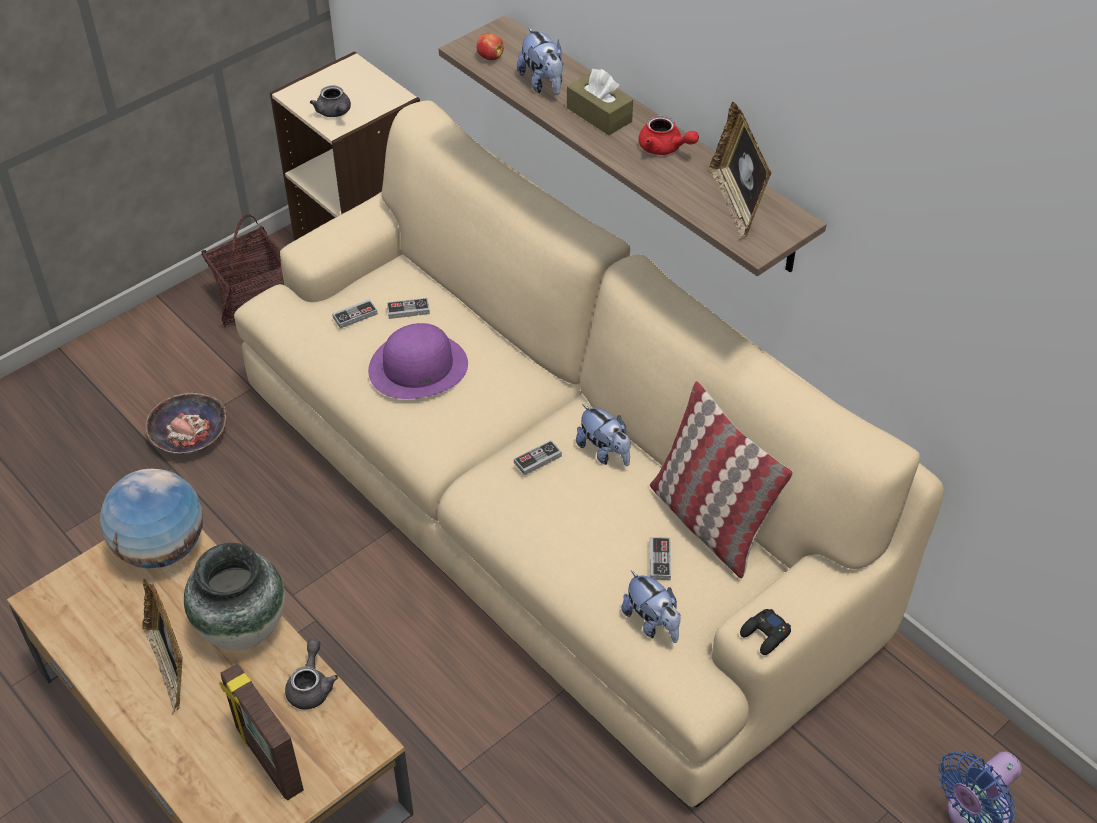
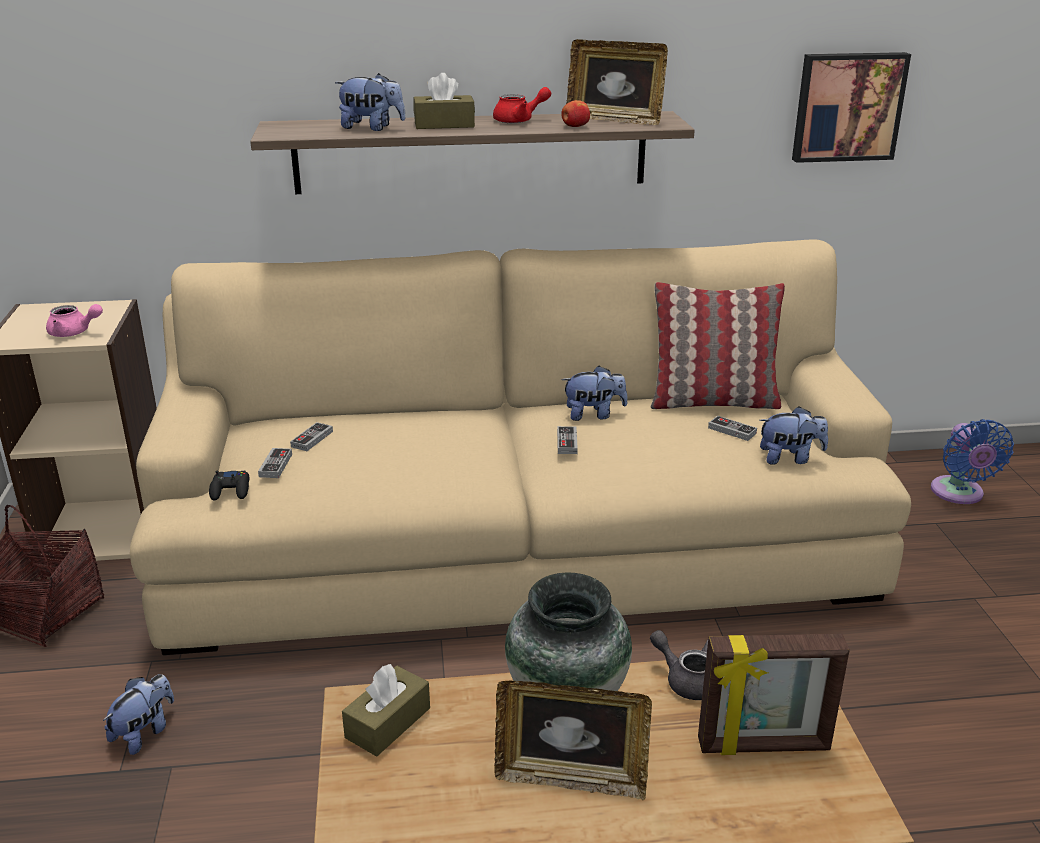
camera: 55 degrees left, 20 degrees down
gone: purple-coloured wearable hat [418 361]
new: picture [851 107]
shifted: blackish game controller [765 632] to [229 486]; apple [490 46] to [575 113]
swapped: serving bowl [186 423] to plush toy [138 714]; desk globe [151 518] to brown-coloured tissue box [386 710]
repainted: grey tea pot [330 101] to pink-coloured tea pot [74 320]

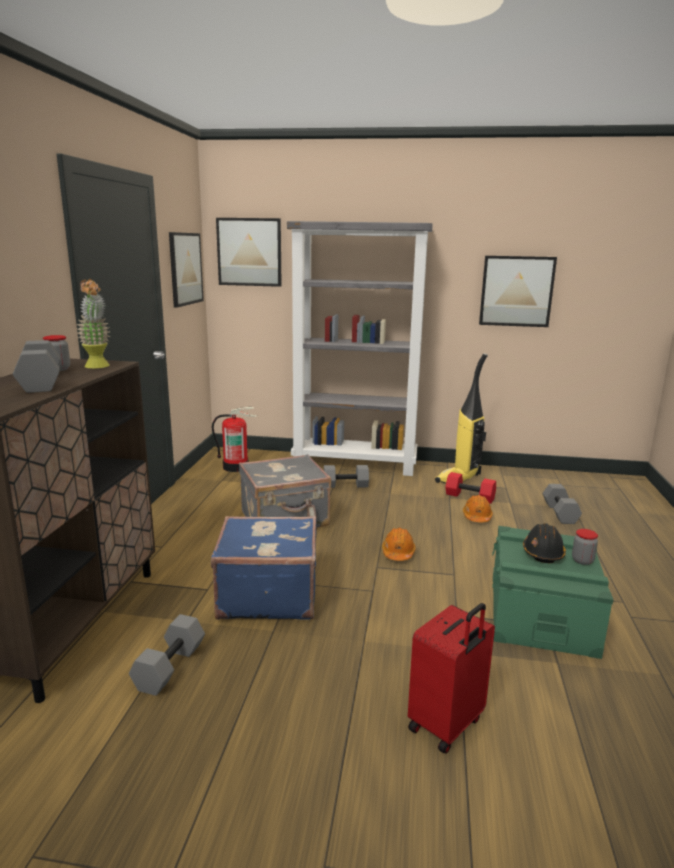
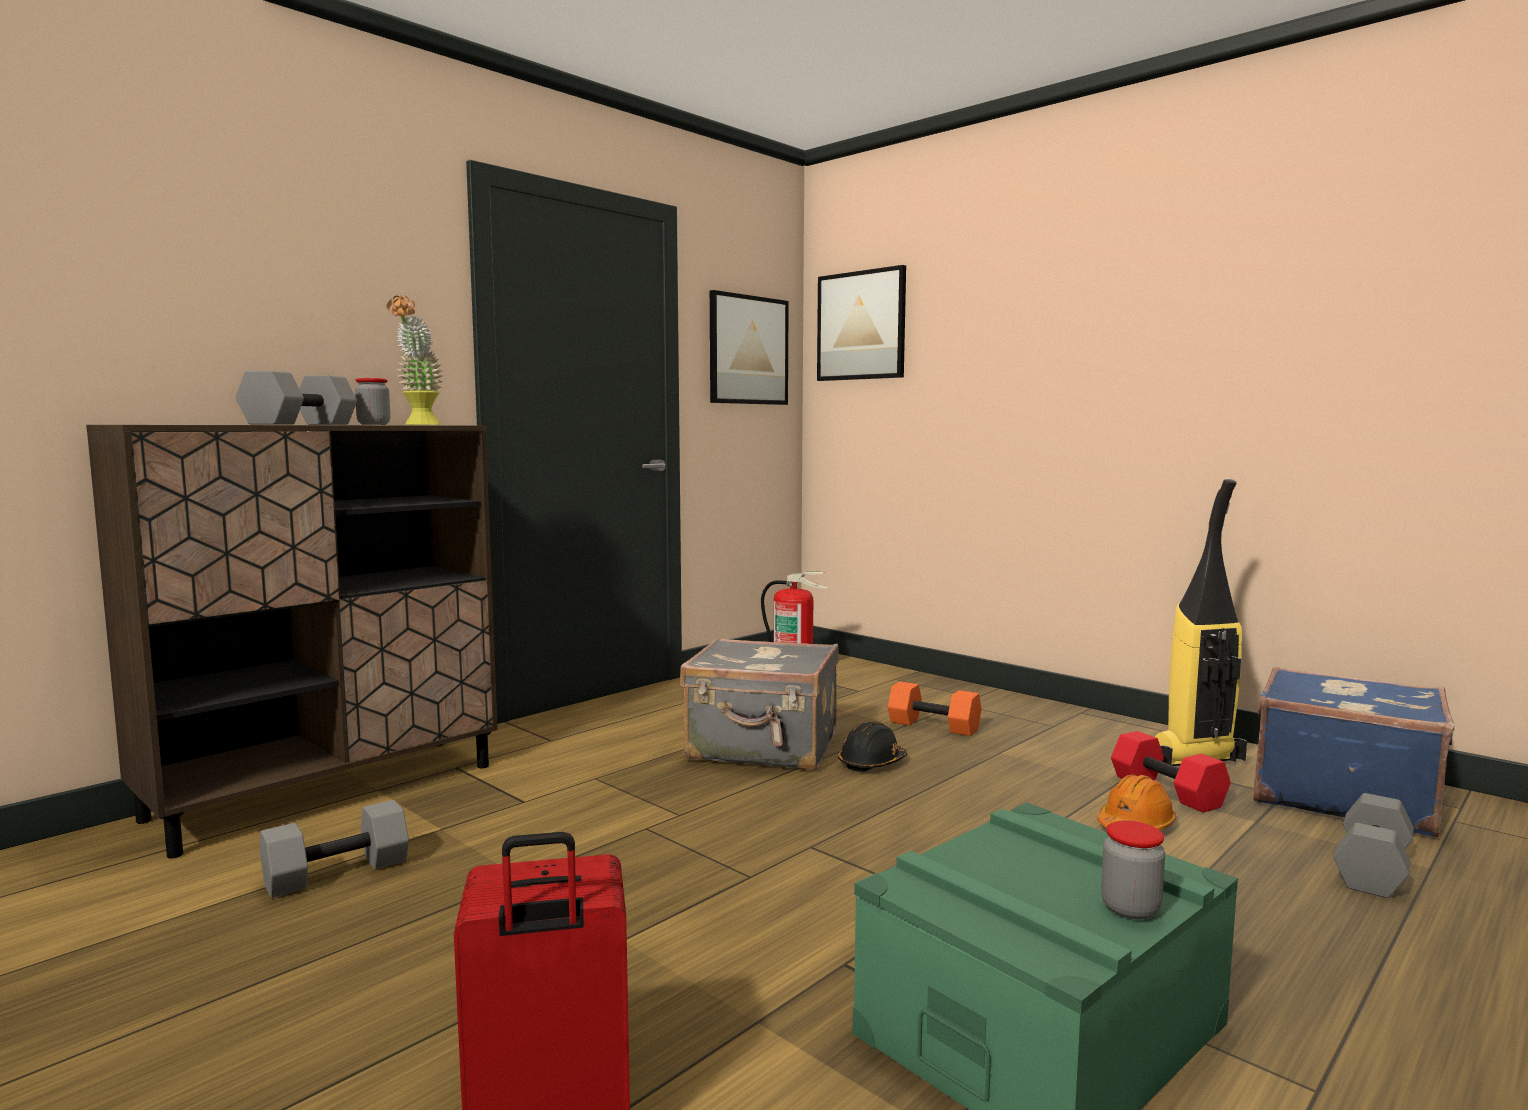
camera: 35 degrees right, 10 degrees down
gone: grey bookcase [360 348]; orange hard hat [399 544]; picture [518 291]
shifted: blackish hard hat [544 543] to [872 747]; blue suitcase [264 568] to [1353 752]
repainted: grey dumbbell [346 476] to orange dumbbell [934 708]

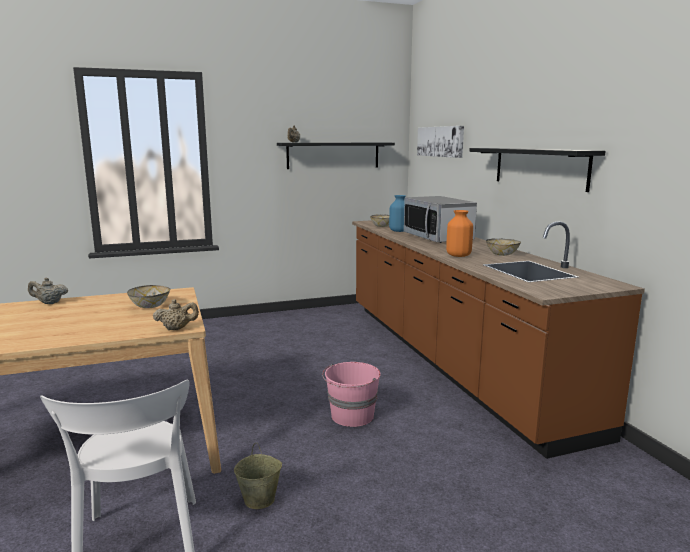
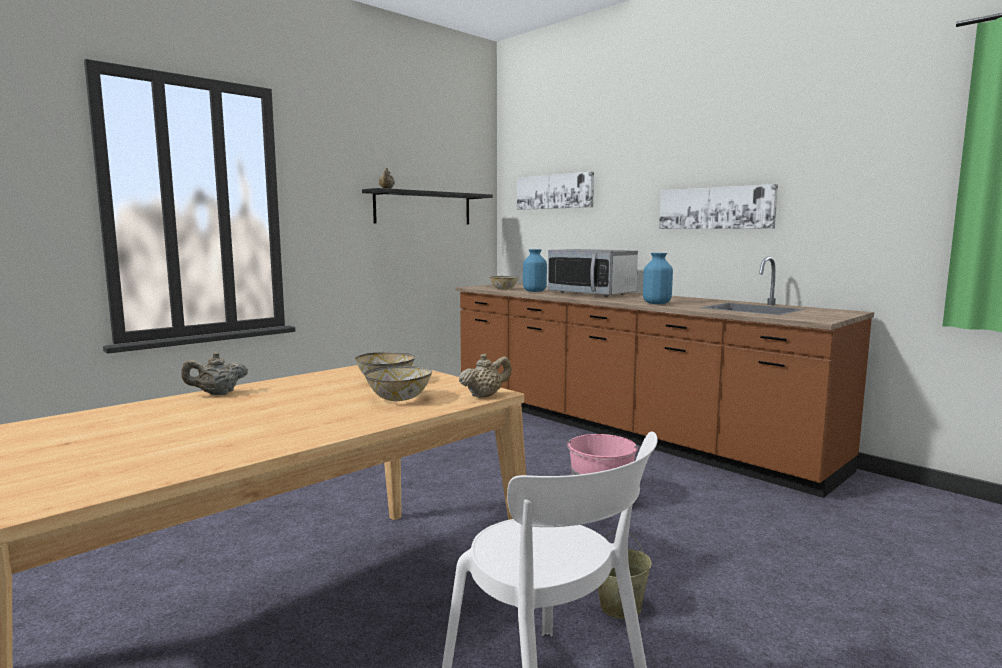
camera: 25 degrees left, 5 degrees down
shifted: serving bowl [503 247] to [398 383]
swapped: blackish bracket shelf [537 170] to picture [718 206]
repainted: orange flower vase [459 233] to blue flower vase [658 278]

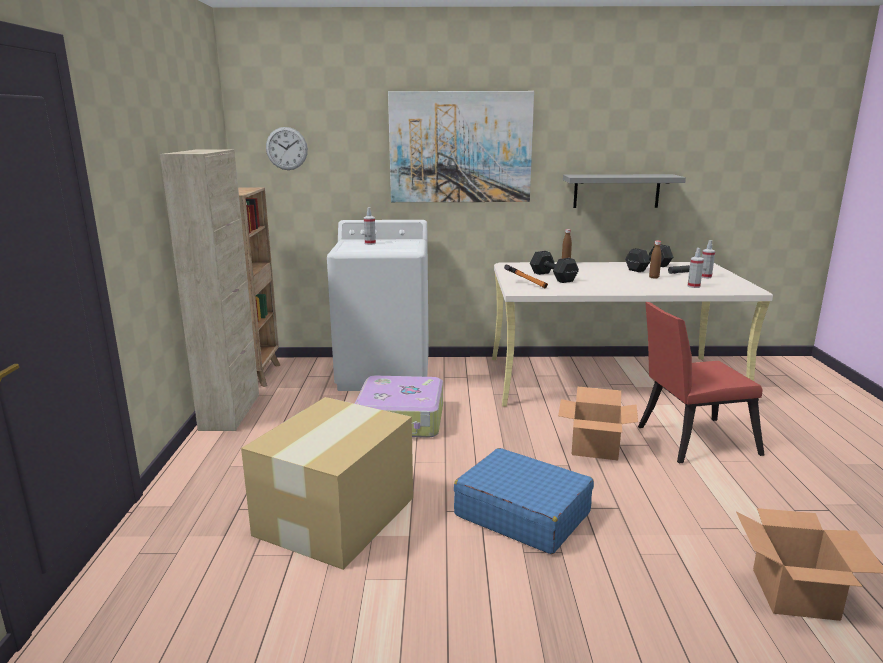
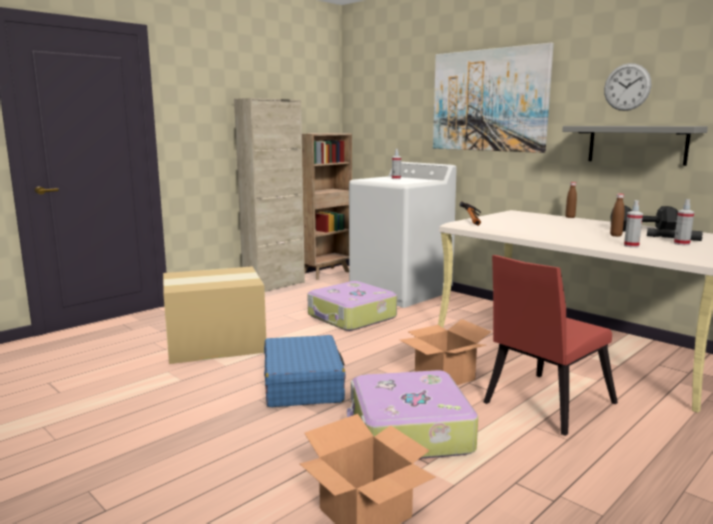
camera: 45 degrees right, 5 degrees down
gone: blackish dumbbell [554 267]
new: suitcase [412 414]
shifted: wall clock [287 148] to [627 87]
rotated: red-coloured chair [701 382] = [550 345] 75 degrees counterclockwise

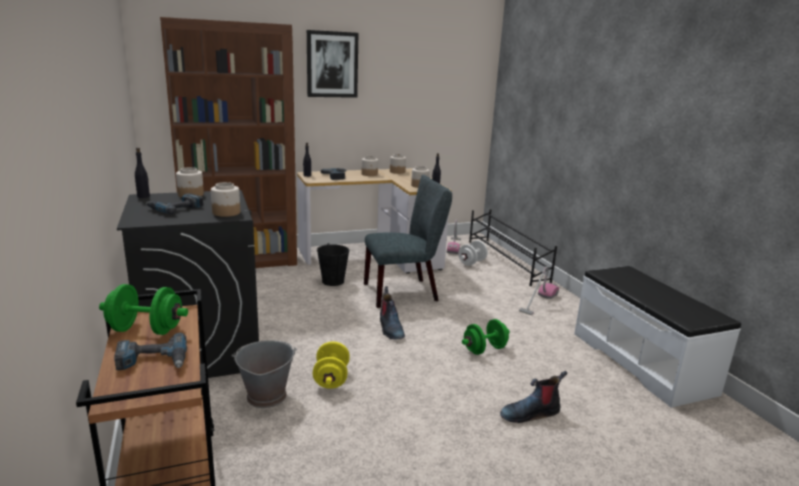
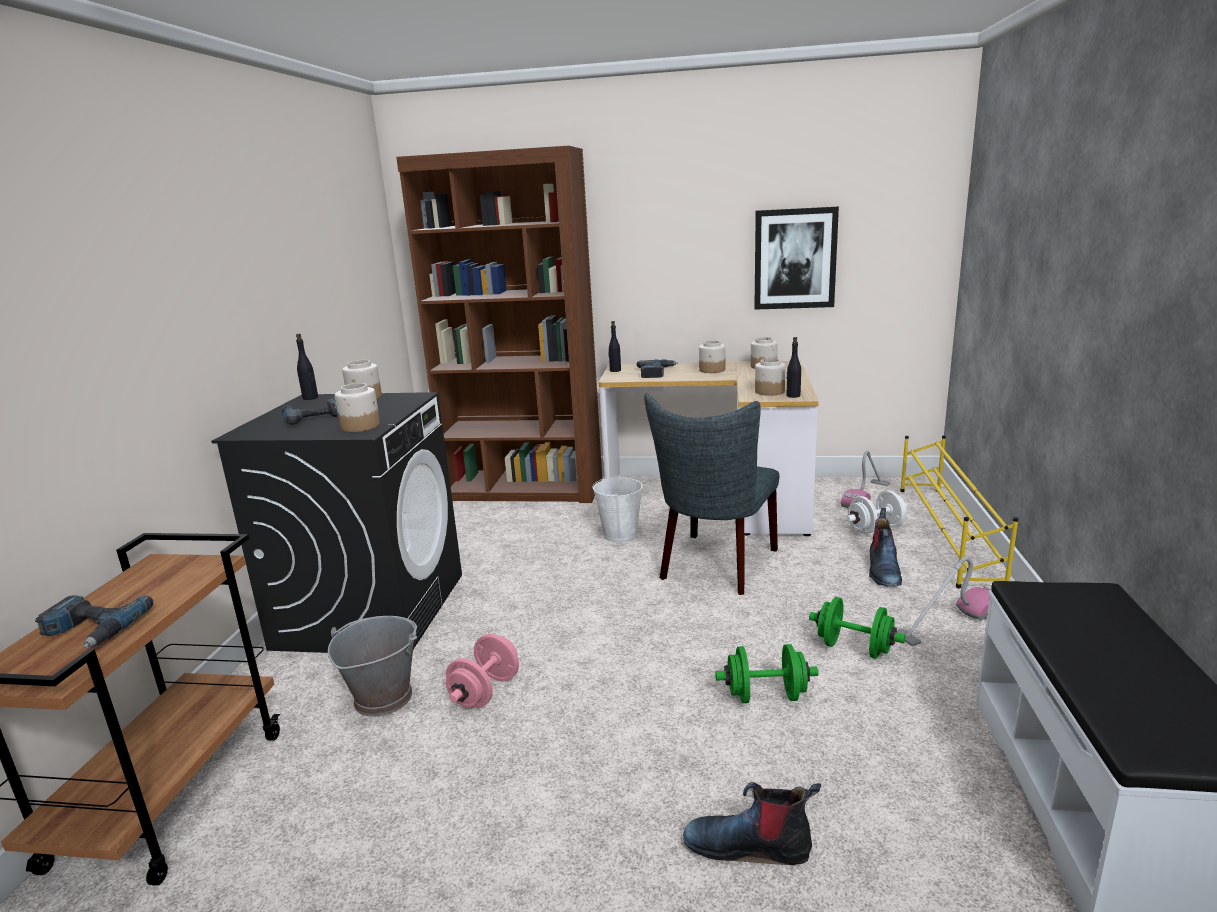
camera: 30 degrees right, 0 degrees up
shifted: picture [332 64] to [796 258]; greenish dumbbell [143 309] to [857 628]; high-top boot [392 313] to [885 547]
repainted: yellow dumbbell [331 365] to pink-coloured dumbbell [482 671]; blackish bucket [333 264] to white bucket [618 508]; blackish shoe stand [513 247] to yellow shoe stand [959 512]
rotated: grey chair [408 241] = [711 494] 105 degrees clockwise

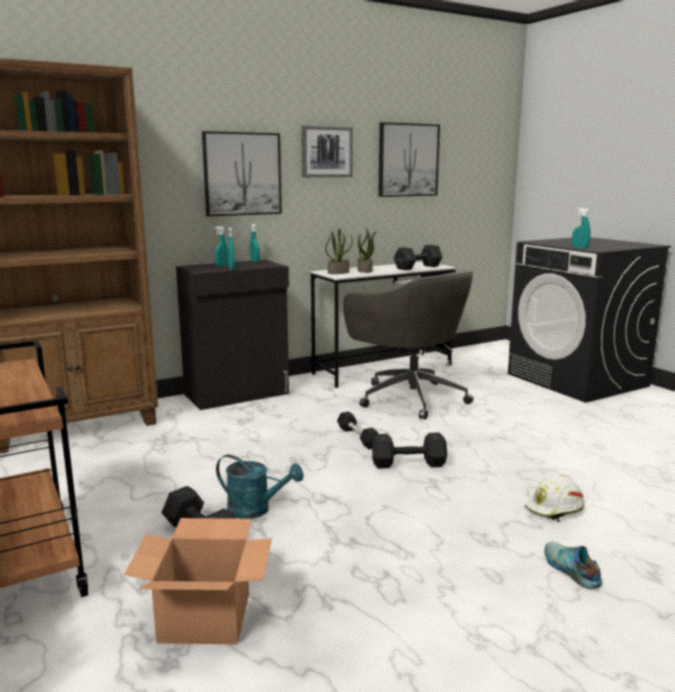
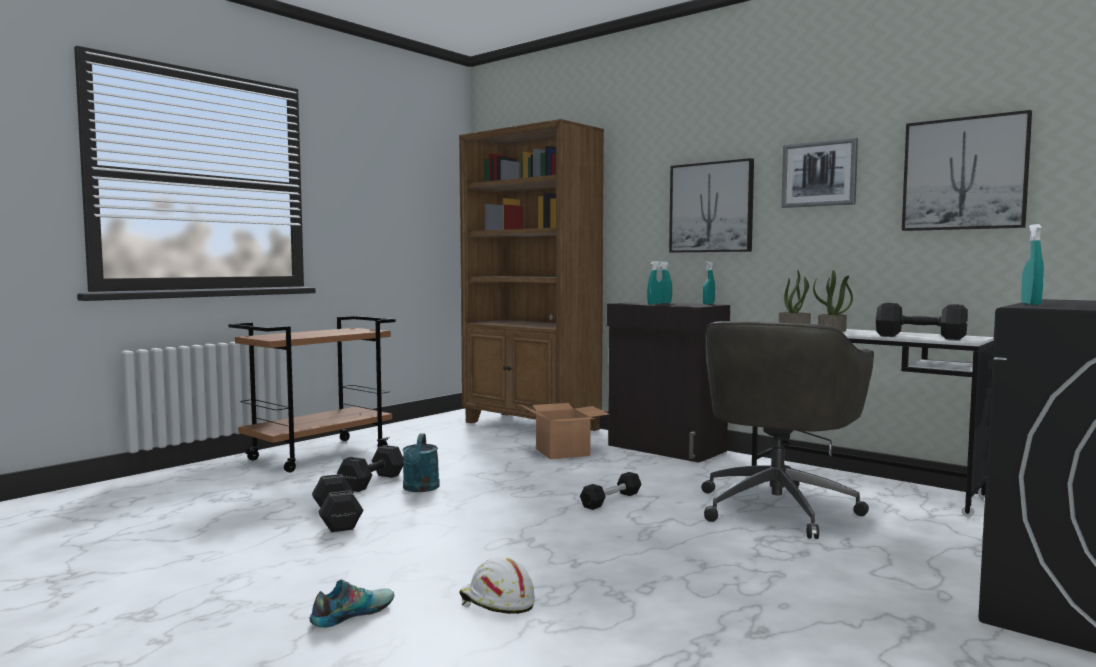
camera: 70 degrees right, 10 degrees down
shifted: blackish dumbbell [409 451] to [337 503]; carton [198 581] to [564 431]

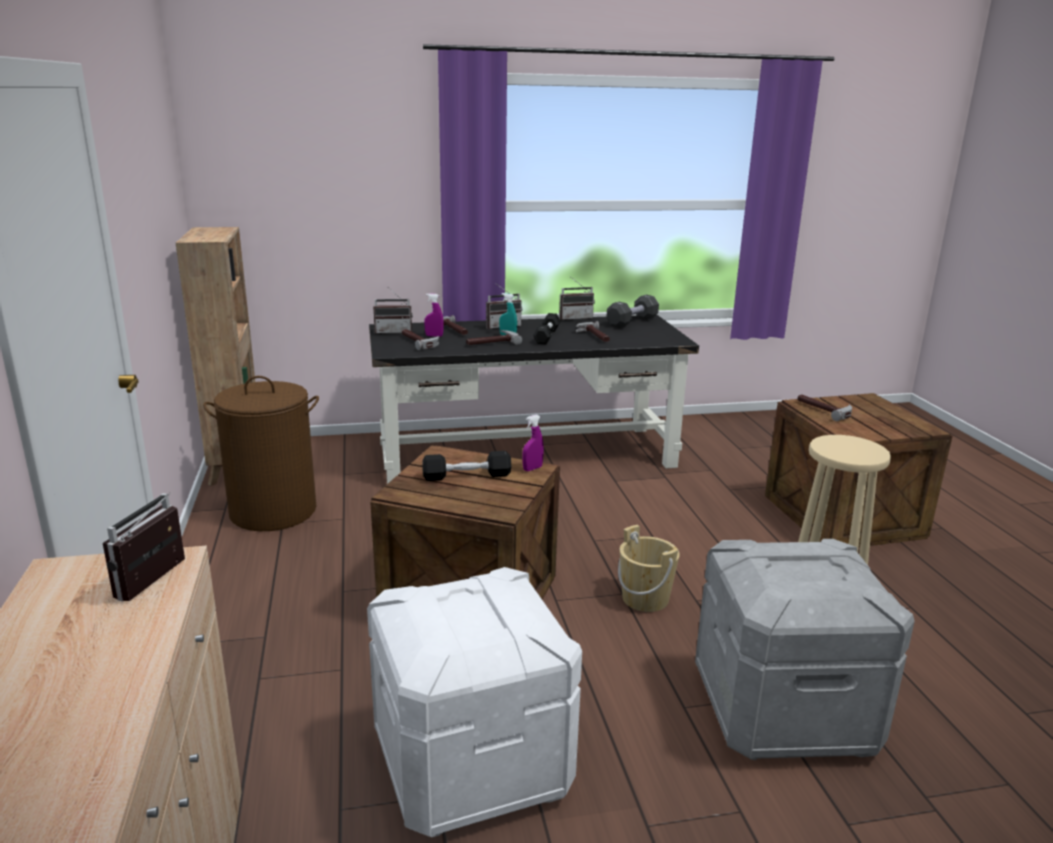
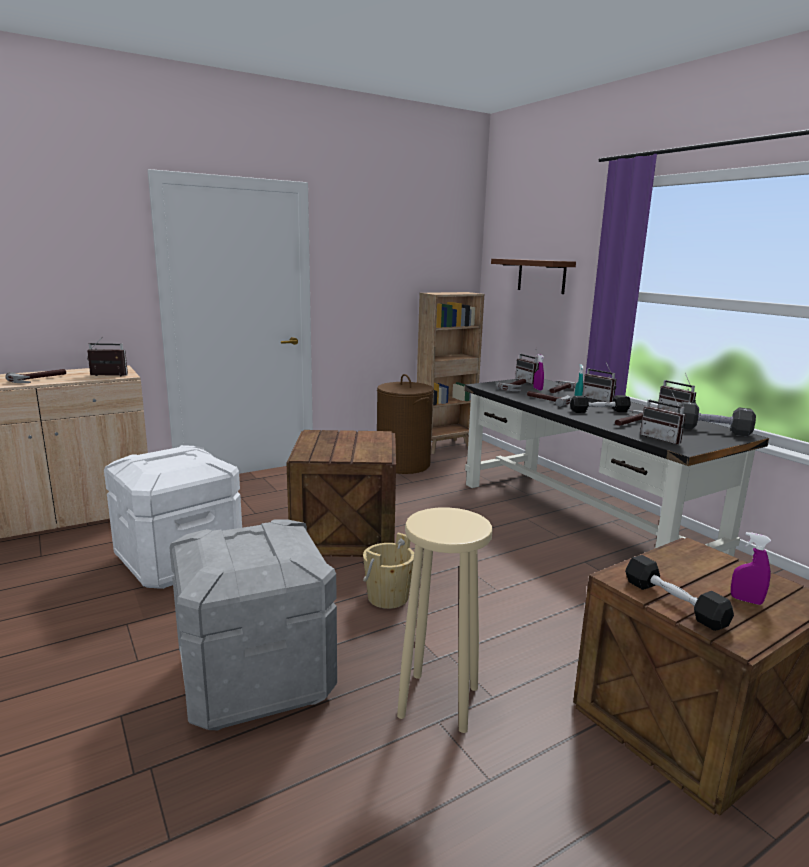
camera: 70 degrees right, 5 degrees down
new: brown-coloured bracket shelf [533 276]; radio set [663 419]
shifted: hammer [824 407] to [35 376]; blackish dumbbell [466 466] to [679 593]; purple-coloured sprayer [533 442] to [751 568]

